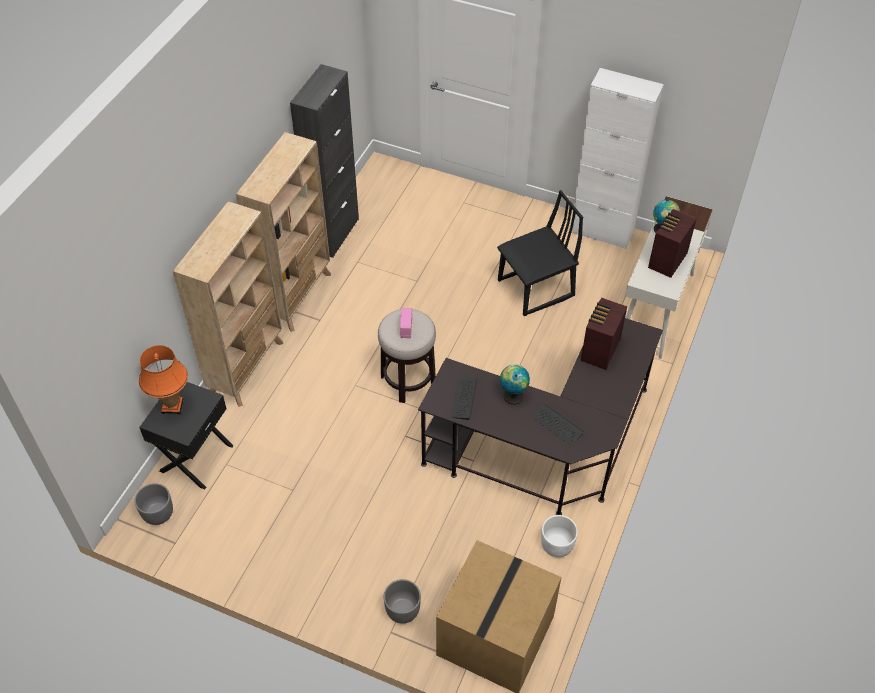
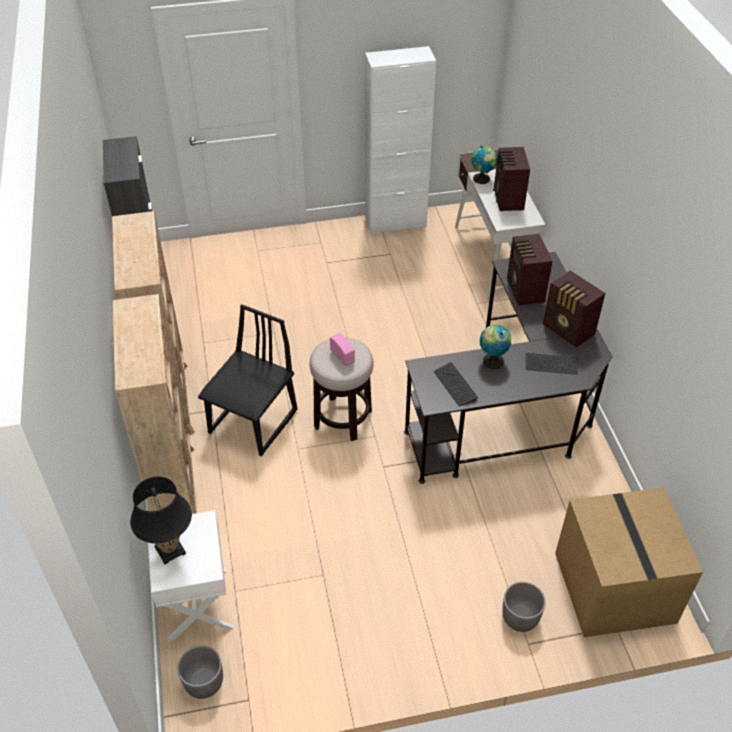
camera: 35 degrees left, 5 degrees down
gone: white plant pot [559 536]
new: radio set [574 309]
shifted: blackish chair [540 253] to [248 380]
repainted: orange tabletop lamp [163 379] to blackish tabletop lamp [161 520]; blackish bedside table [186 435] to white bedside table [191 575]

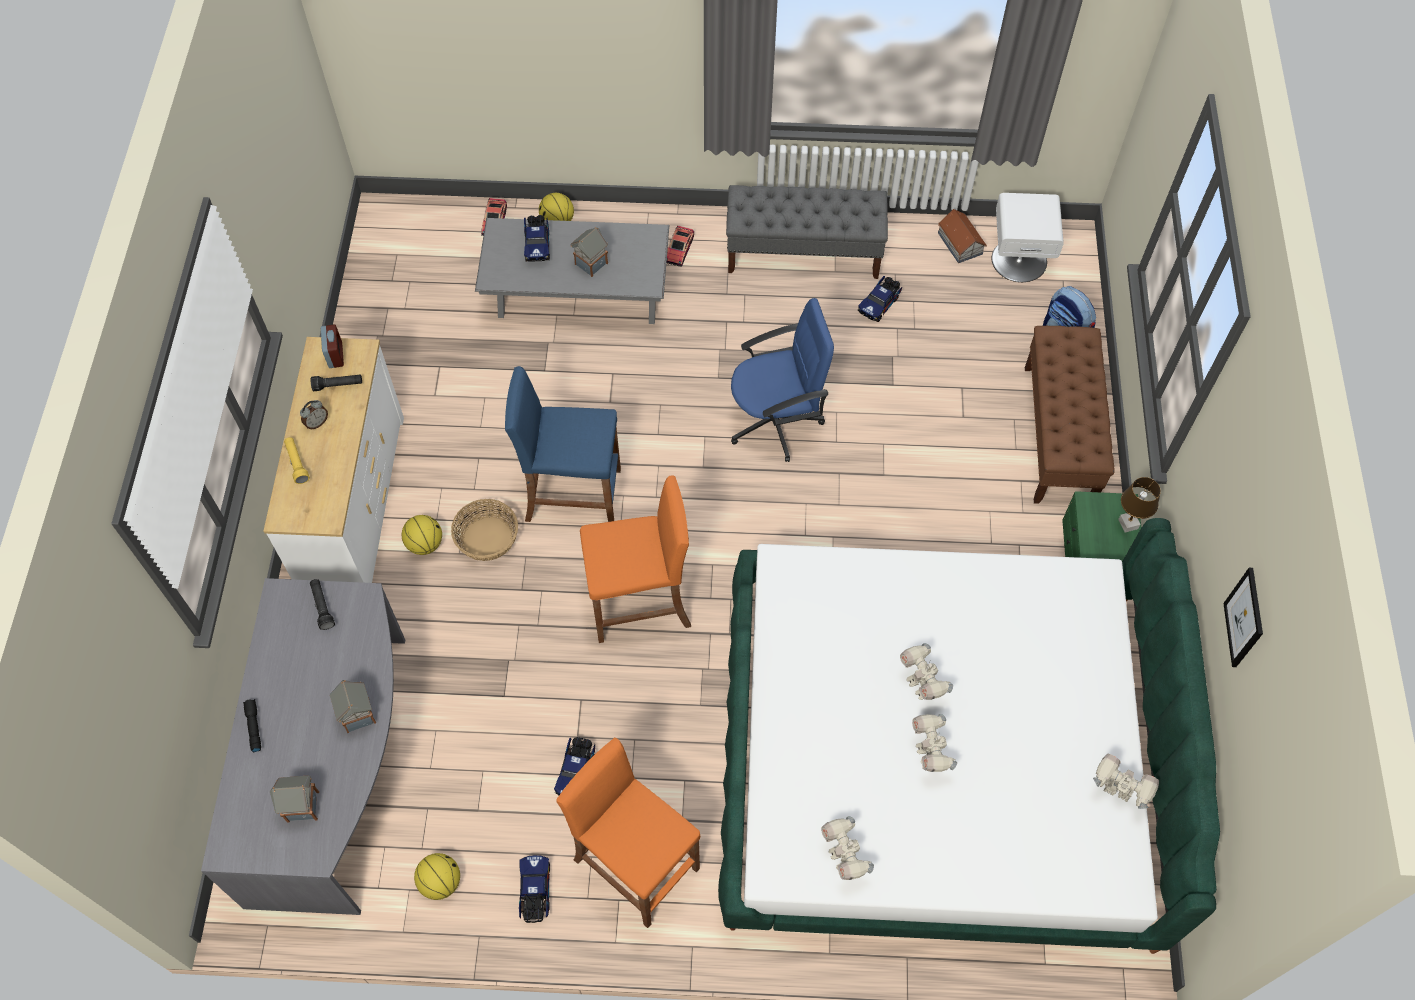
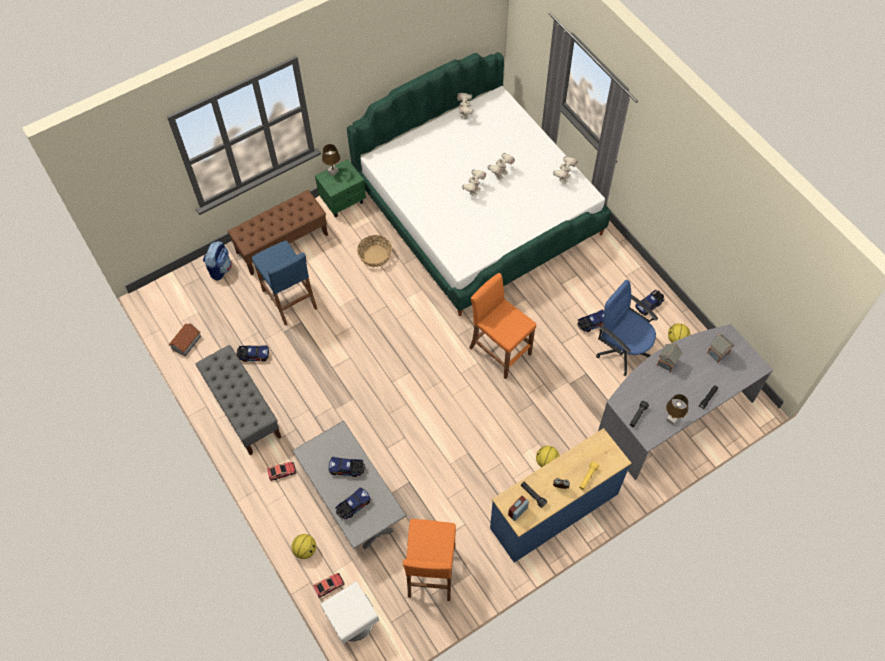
camera: 125 degrees left, 0 degrees up
gone: picture [1243 617]
new: brown-coloured tabletop lamp [677 409]
shifted: blue sitting stool [563 444] to [284 283]; white bedside table [1028 237] to [349 612]; storage basket [484 530] to [374 251]; orange sitting stool [628 833] to [429 560]; blue computer chair [782 380] to [627 328]
swapped: toy house [589 252] to toy truck [347 467]
repainted: white dresser [333 460] to blue dresser [560 495]

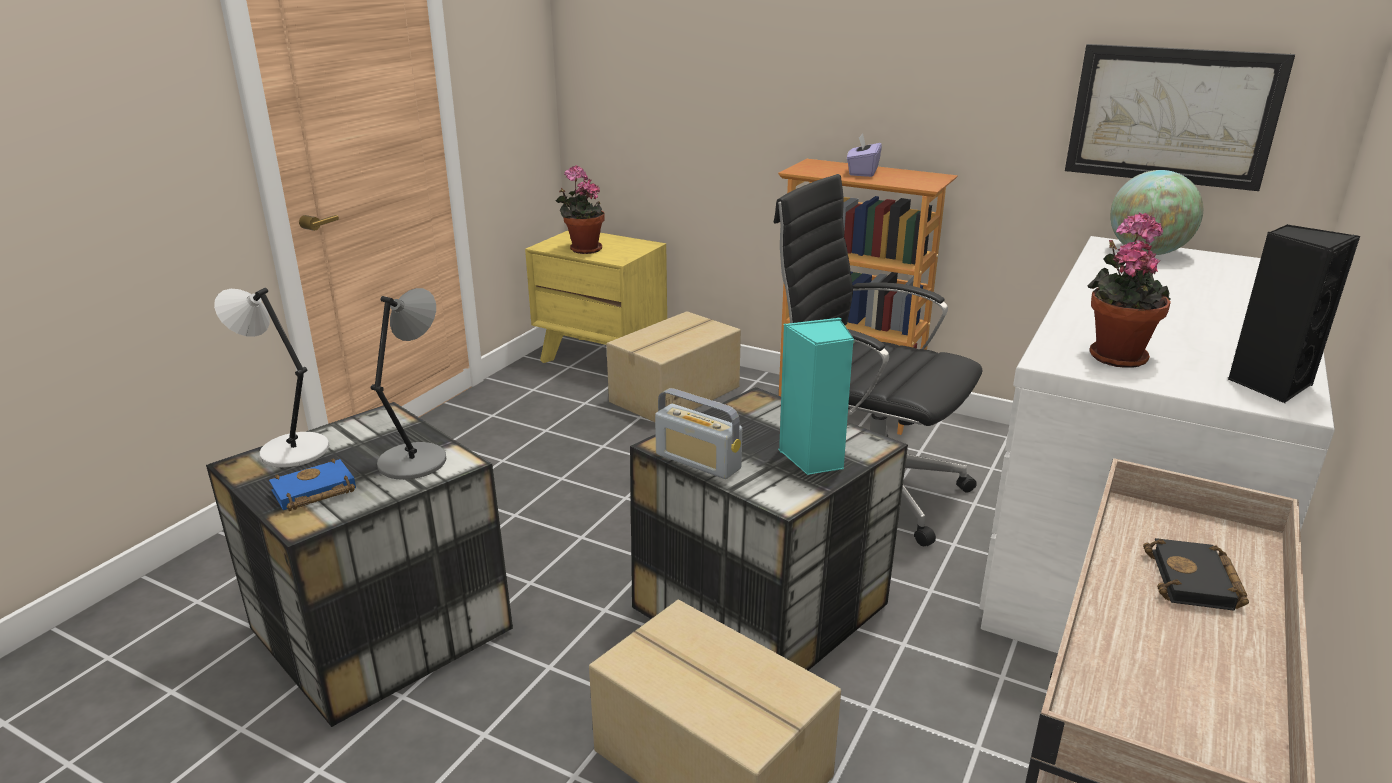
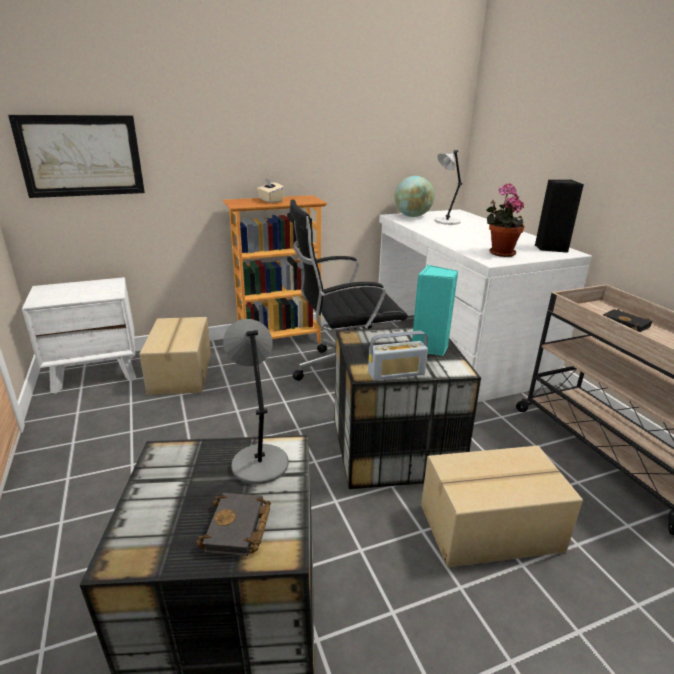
camera: 50 degrees left, 0 degrees up
gone: houseplant [580 209]
shifted: picture [1180 117] to [76 156]; grey tabletop lamp [271 378] to [448 187]
repainted: yellow bedside table [596 296] to white bedside table [79 335]; blue book [312 484] to blackish book [233 524]; purple-coloured tissue box [864 155] to beige tissue box [270 190]

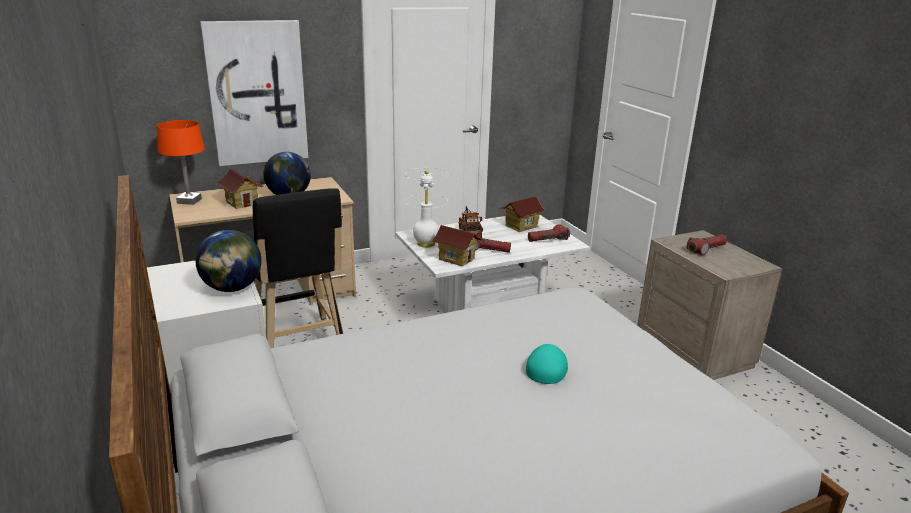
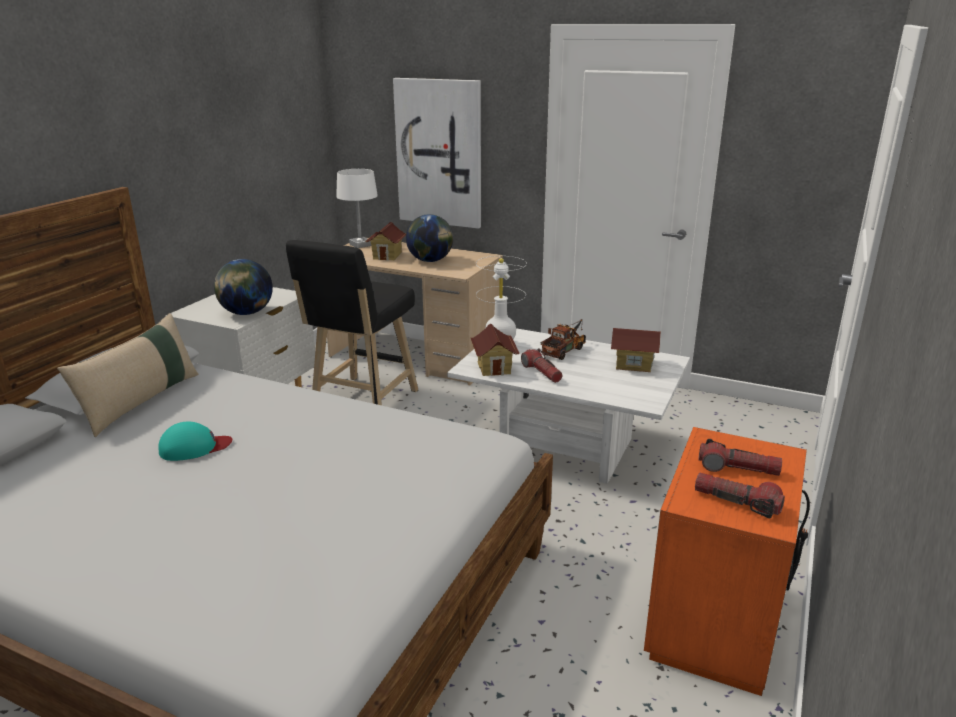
camera: 50 degrees right, 0 degrees up
new: beige cushion [127 375]
shifted: turquoise-coloured baseball cap [547 364] to [195 441]; flashlight [549 233] to [740 495]
repainted: orange tabletop lamp [181 162] to white tabletop lamp [357 208]; beige bedside table [709 305] to orange bedside table [727 561]

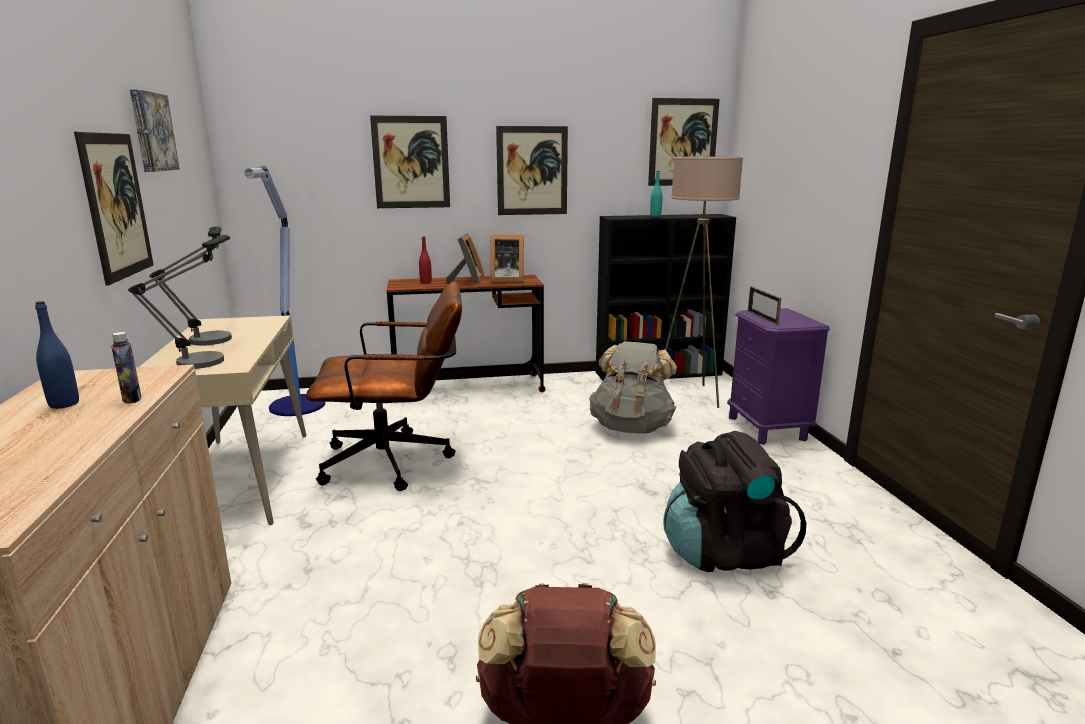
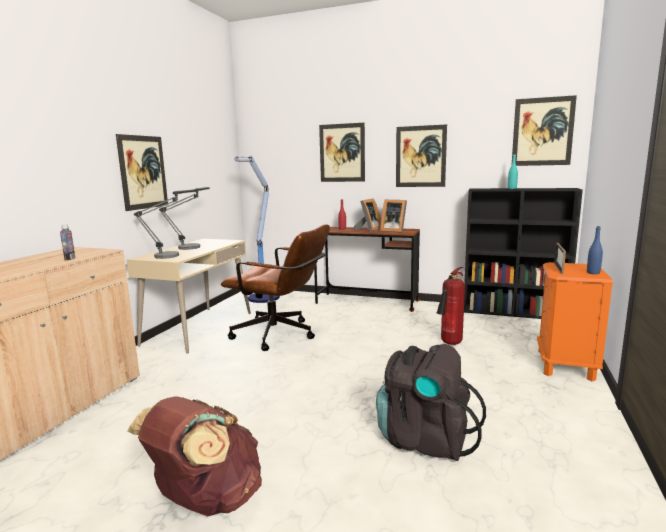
camera: 30 degrees right, 5 degrees down
gone: picture [155 130]; beige floor lamp [704 282]
shifted: blue beverage bottle [57 355] to [595 250]
swapped: grey rucksack [633 387] to fire extinguisher [451 306]
repainted: purple-coloured bedside table [778 376] to orange bedside table [575 321]

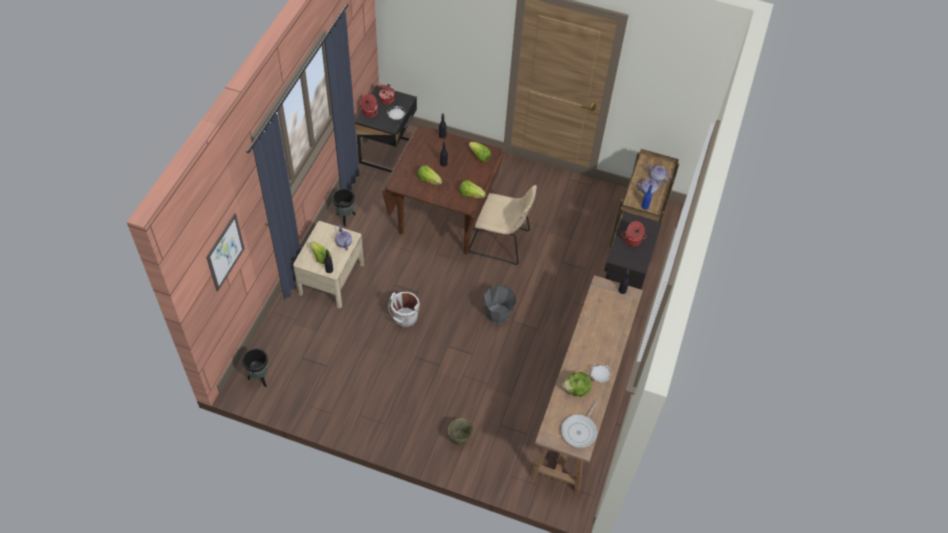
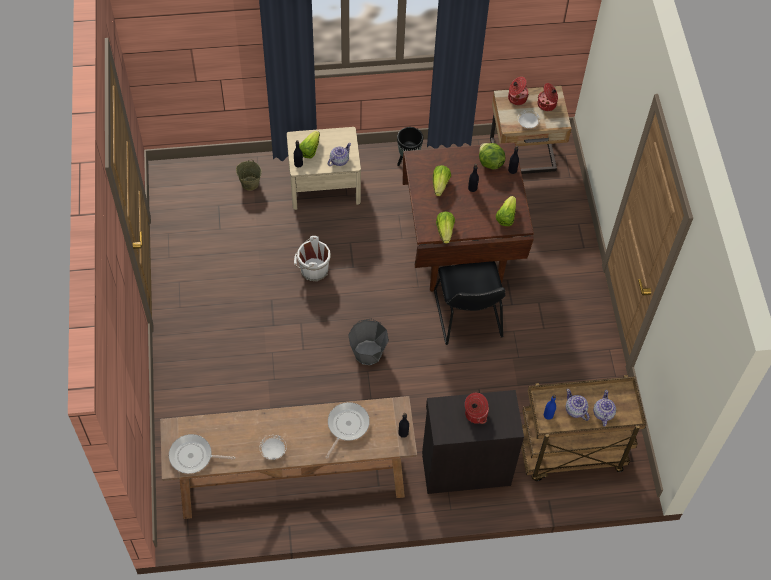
camera: 65 degrees right, 5 degrees up
gone: picture [225 252]; blackish plant pot [255 368]
new: skillet [347 430]
shifted: beige bucket [460 432] to [249 175]; lettuce [577 384] to [492 156]
repainted: beige chair [503 225] to blackish chair [469 303]; blackish bedside table [386 128] to beige bedside table [531 130]

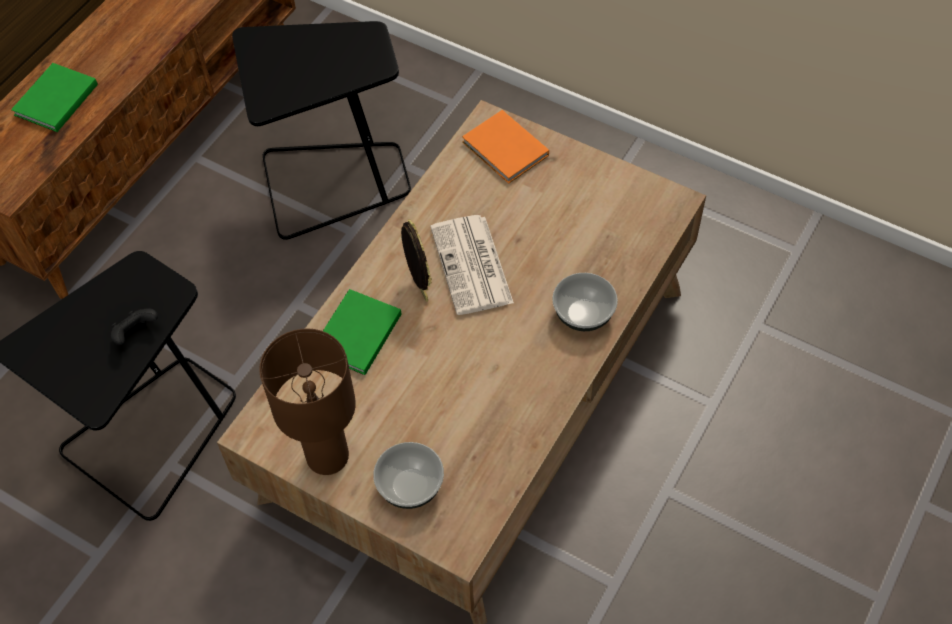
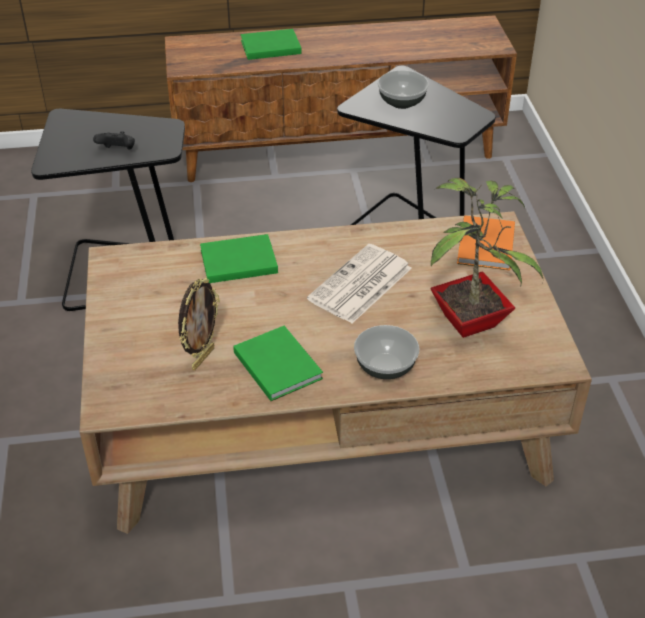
camera: 50 degrees right, 15 degrees down
gone: brown-coloured tabletop lamp [307 401]
new: greenish book [278 363]; houseplant [487 258]
shifted: photo frame [416 260] to [199 323]; serving bowl [408 475] to [403 89]

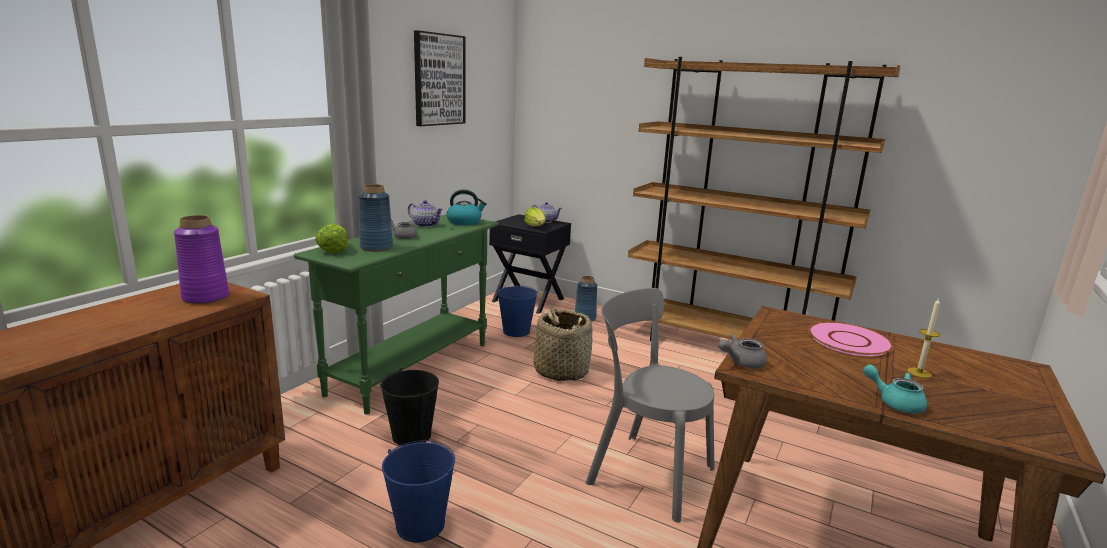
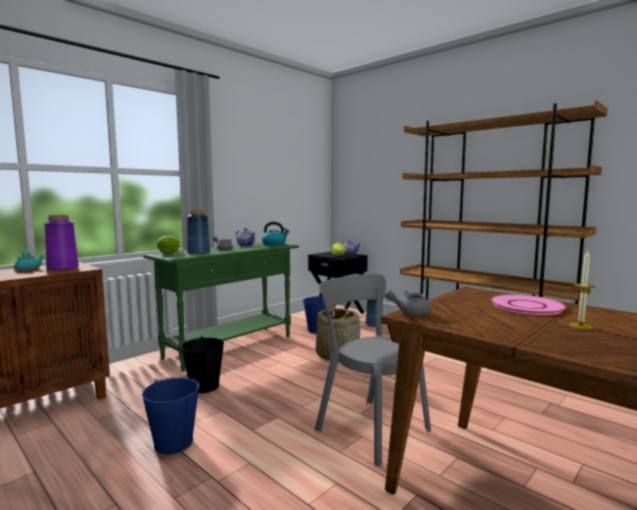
camera: 15 degrees right, 10 degrees down
gone: picture [440 78]
shifted: turquoise-coloured tea pot [895 389] to [29 261]

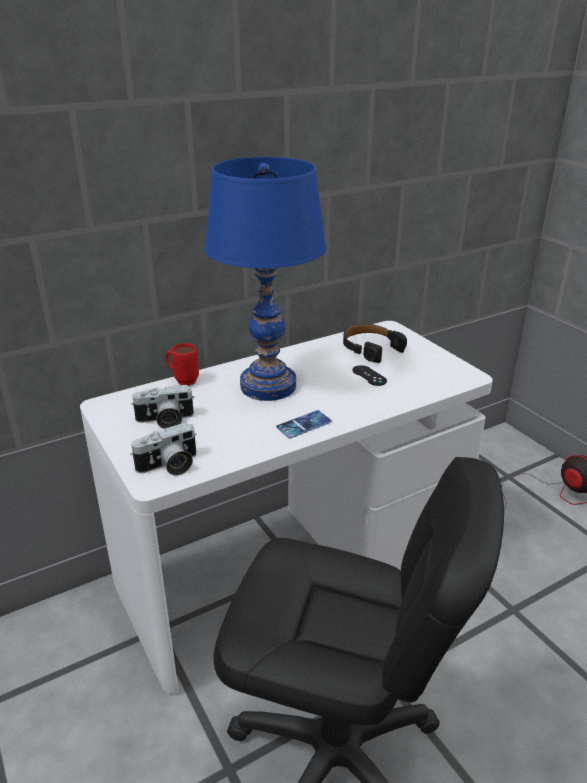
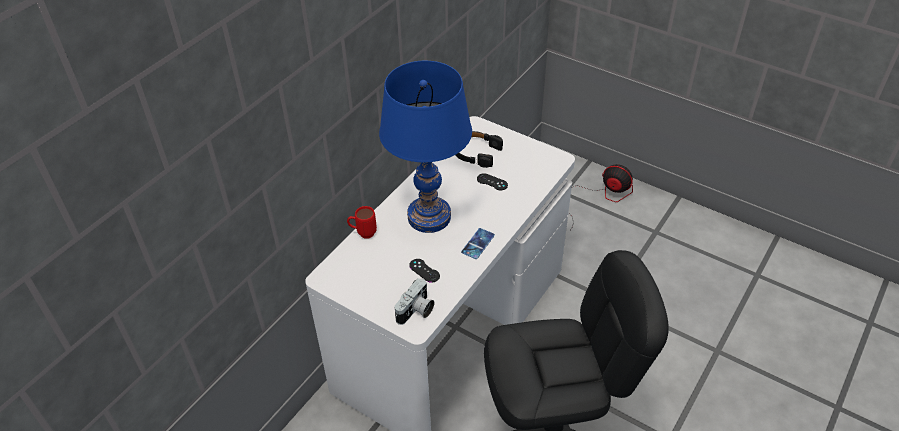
camera: 25 degrees left, 15 degrees up
gone: photo camera [163 407]
new: blackish game controller [424 271]

